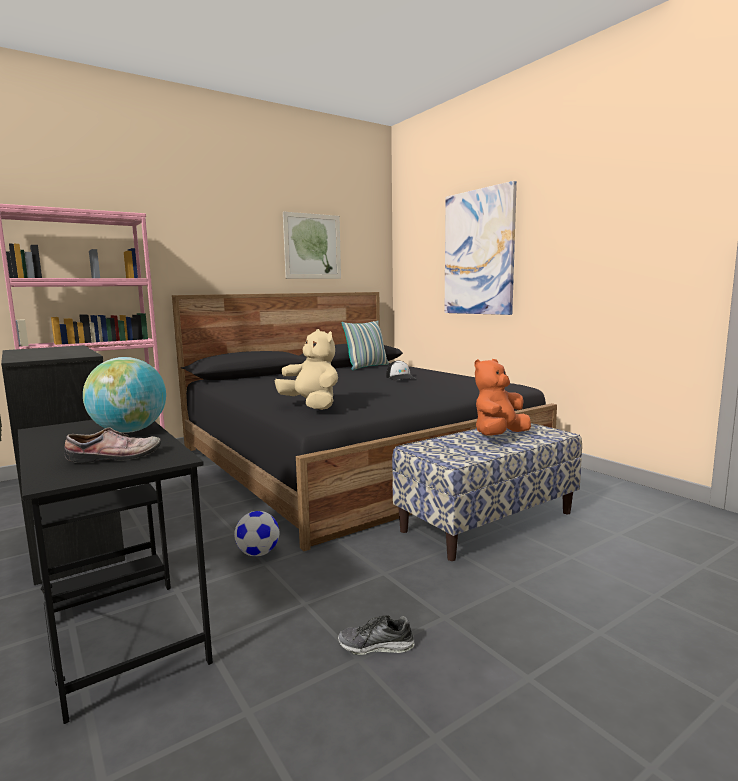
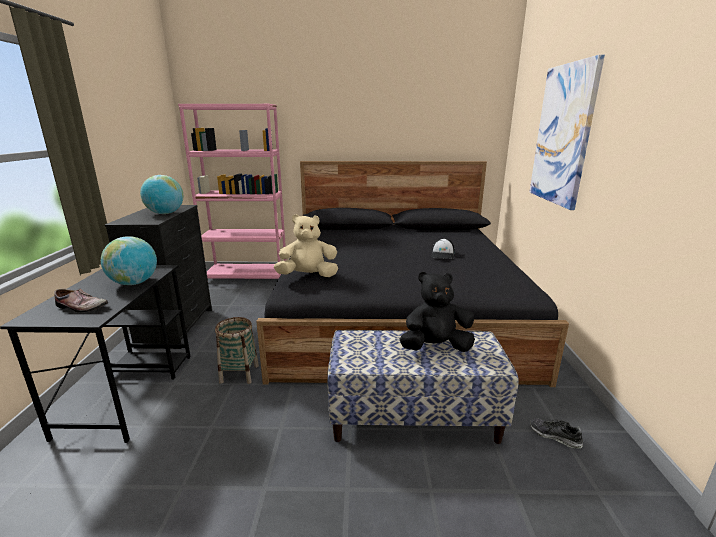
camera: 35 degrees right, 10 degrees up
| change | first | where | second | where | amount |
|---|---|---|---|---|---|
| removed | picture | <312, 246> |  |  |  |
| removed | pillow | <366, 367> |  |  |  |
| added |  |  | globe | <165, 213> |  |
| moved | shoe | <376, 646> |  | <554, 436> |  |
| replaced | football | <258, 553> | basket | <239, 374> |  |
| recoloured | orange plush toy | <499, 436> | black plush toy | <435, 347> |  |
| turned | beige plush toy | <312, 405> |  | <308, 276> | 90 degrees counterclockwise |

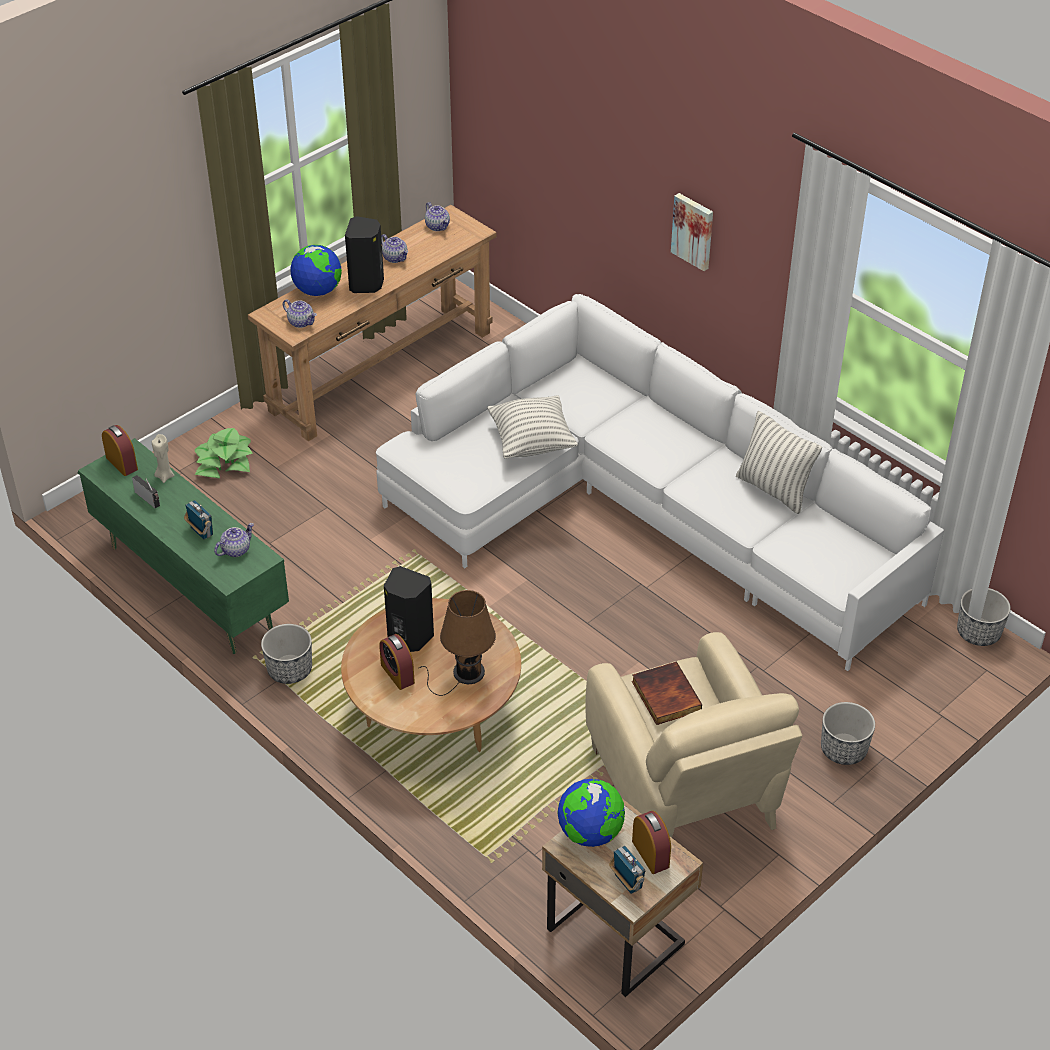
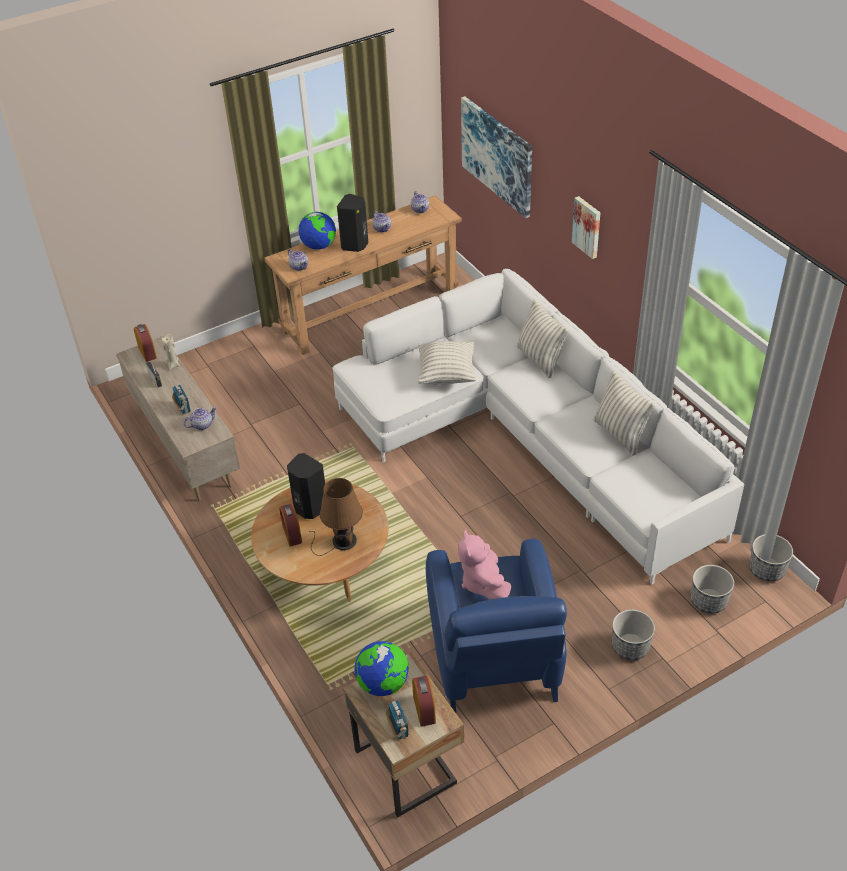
camera: 15 degrees right, 0 degrees up
| change | first | where | second | where | amount |
|---|---|---|---|---|---|
| removed | potted plant | <224, 462> |  |  |  |
| added |  |  | picture | <497, 155> |  |
| added |  |  | pillow | <540, 359> |  |
| moved | planter | <289, 670> |  | <708, 601> |  |
| replaced | book | <664, 696> | pink plush toy | <483, 583> |  |
| recoloured | green tv stand | <192, 587> | beige tv stand | <186, 448> |  |
| recoloured | beige armchair | <685, 793> | blue armchair | <494, 660> |  |

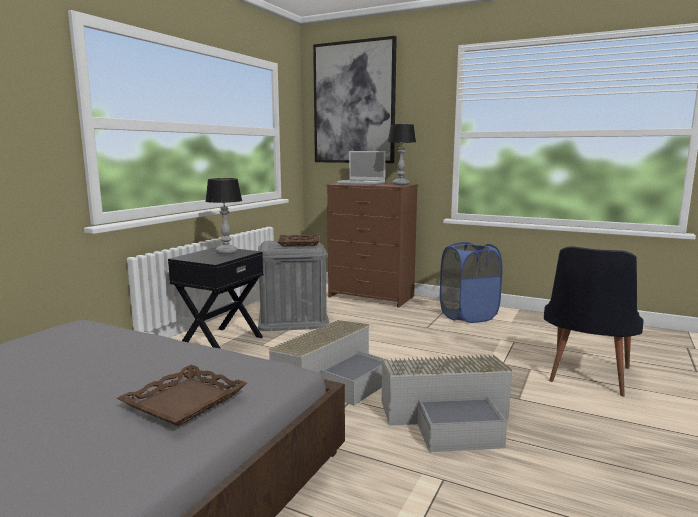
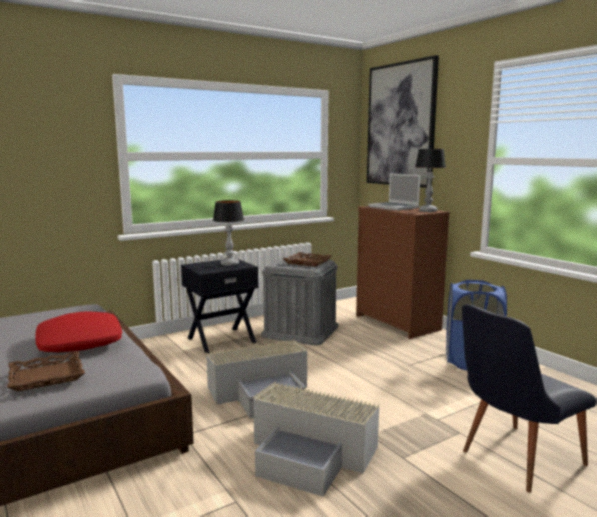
camera: 30 degrees right, 0 degrees up
| change | first | where | second | where | amount |
|---|---|---|---|---|---|
| added |  |  | red pillow | <79, 343> |  |

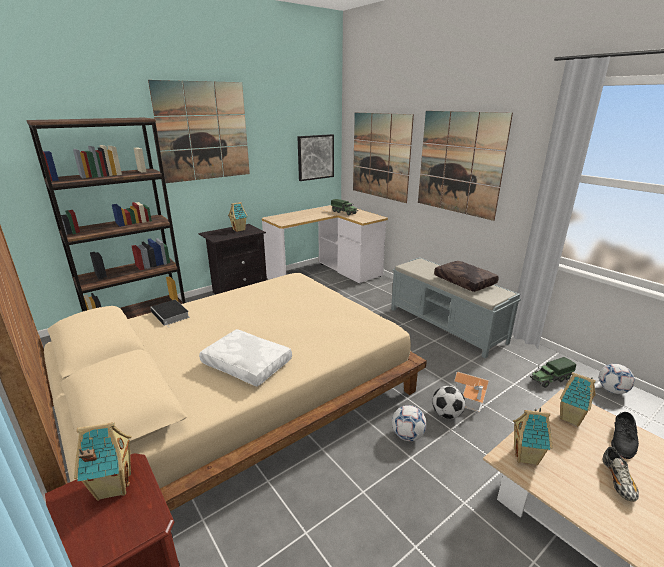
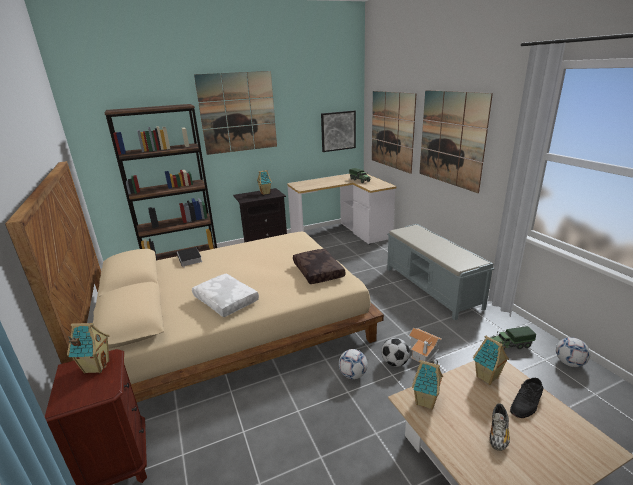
camera: 15 degrees right, 0 degrees up
| change | first | where | second | where | amount |
|---|---|---|---|---|---|
| moved | brown pillow | <463, 282> |  | <317, 272> |  |

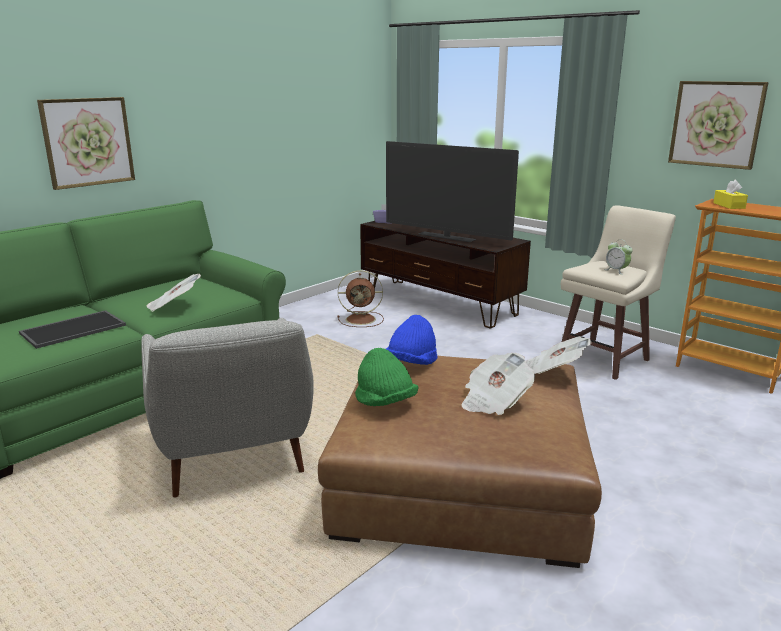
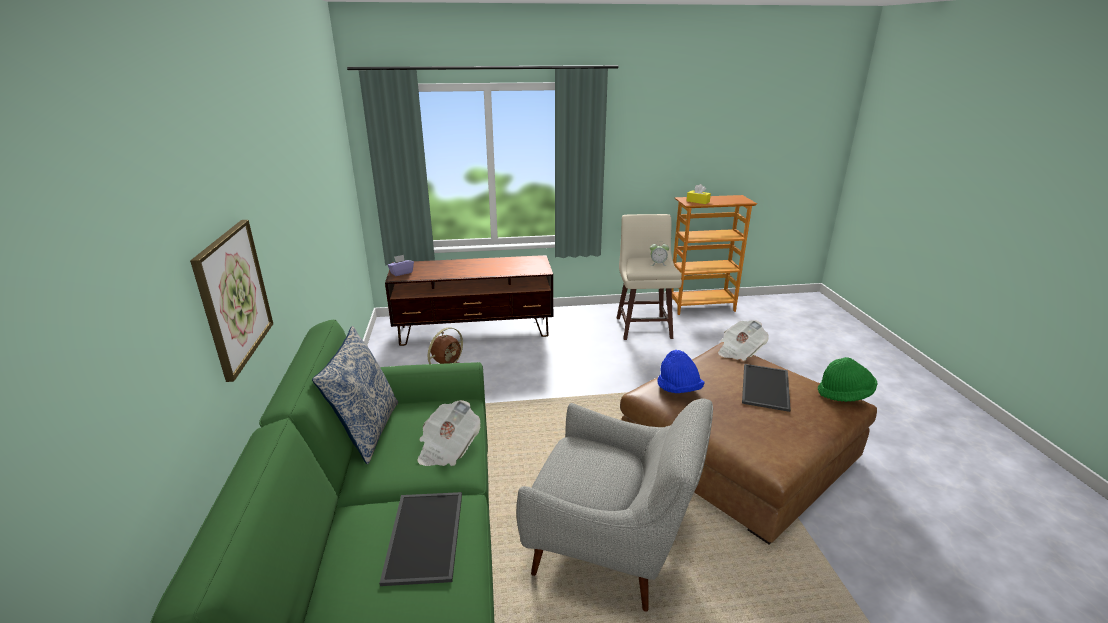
camera: 50 degrees left, 5 degrees up
| change | first | where | second | where | amount |
|---|---|---|---|---|---|
| removed | television | <446, 237> |  |  |  |
| removed | picture | <716, 124> |  |  |  |
| added |  |  | pillow | <366, 431> |  |
| moved | green hat | <385, 403> |  | <844, 394> |  |
| replaced | newspaper | <494, 401> | tray | <766, 388> |  |

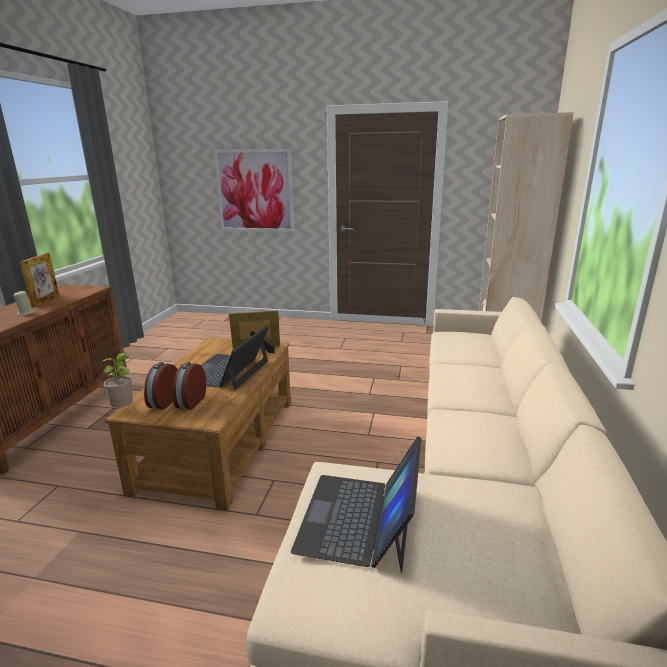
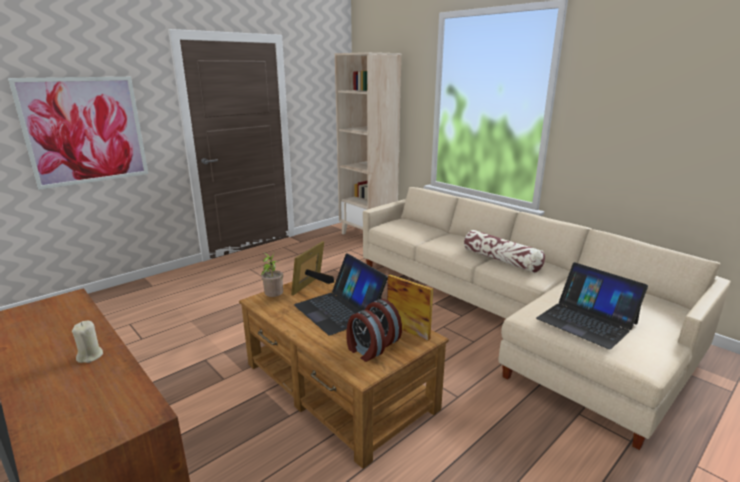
camera: 55 degrees left, 0 degrees up
| change | first | where | second | where | amount |
|---|---|---|---|---|---|
| added |  |  | pillow | <501, 260> |  |
| moved | picture frame | <46, 301> |  | <408, 331> |  |
| moved | potted plant | <124, 409> |  | <274, 299> |  |

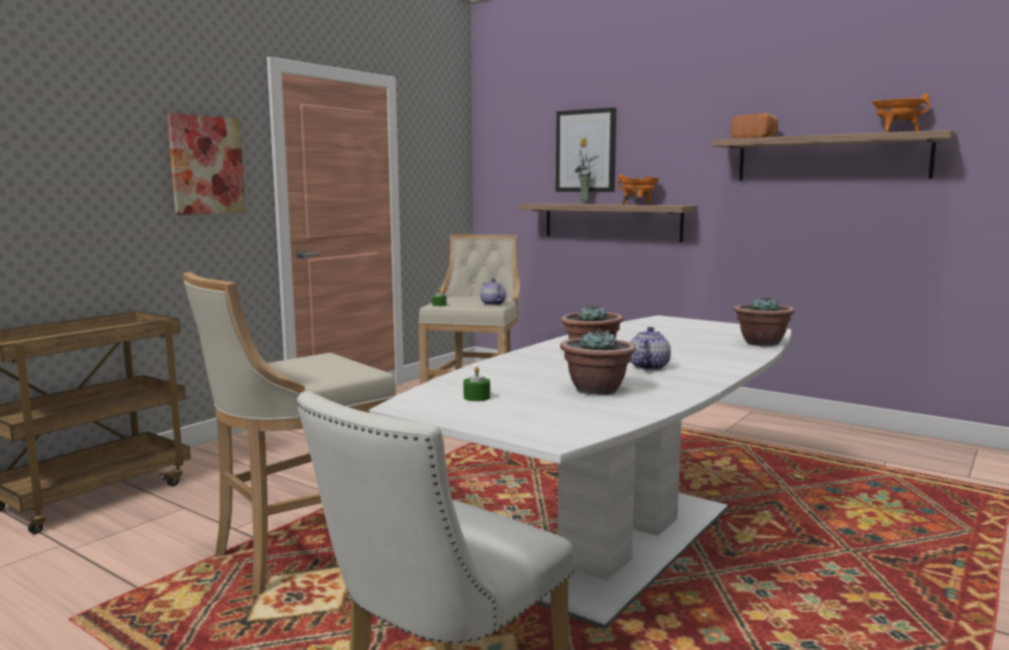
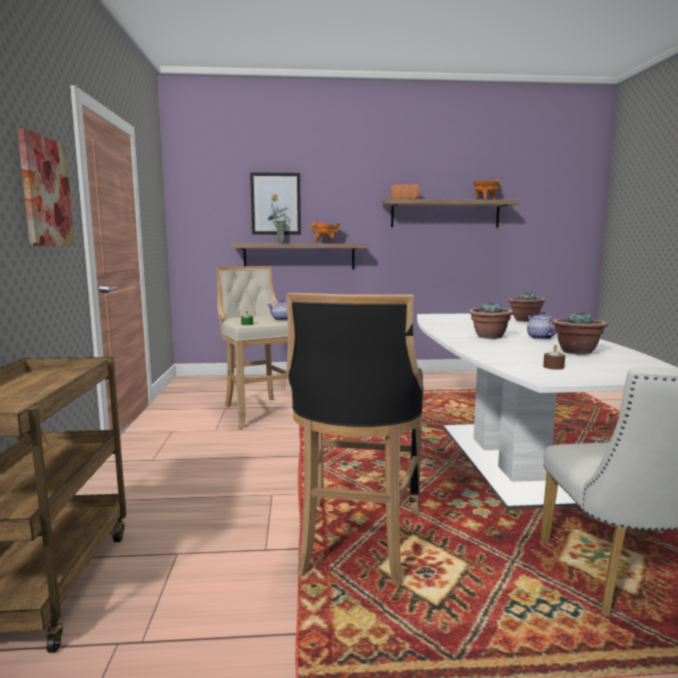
camera: 40 degrees left, 0 degrees up
| change | first | where | second | where | amount |
|---|---|---|---|---|---|
| recoloured | beige stool | <299, 553> | black stool | <357, 543> |  |
| recoloured | green candle | <476, 397> | brown candle | <553, 367> |  |

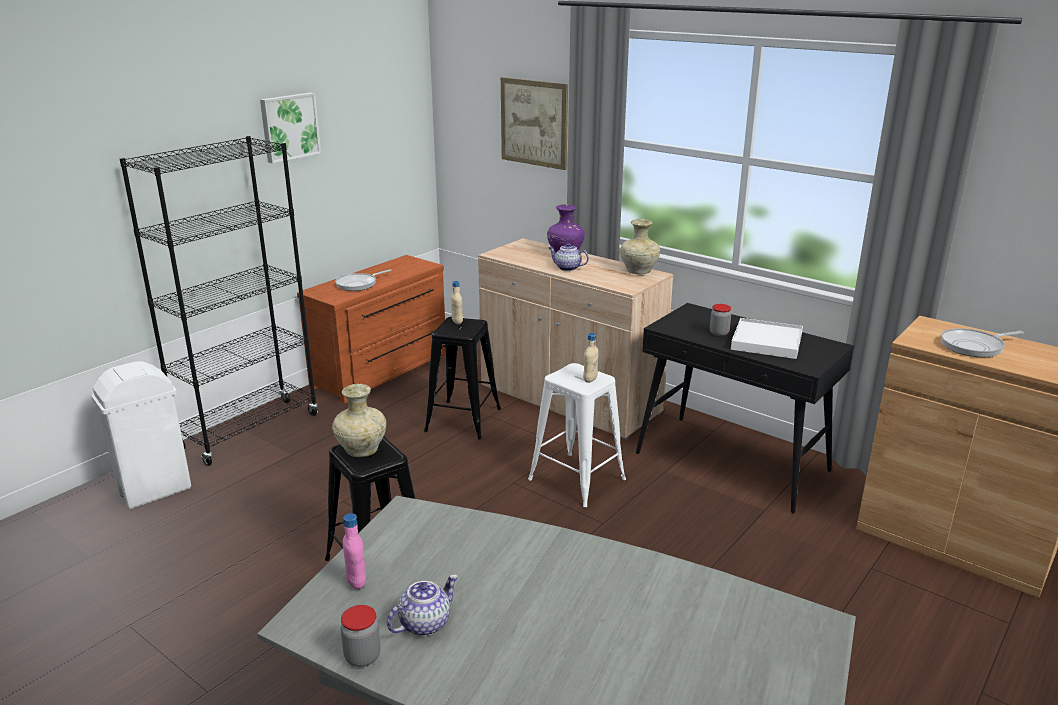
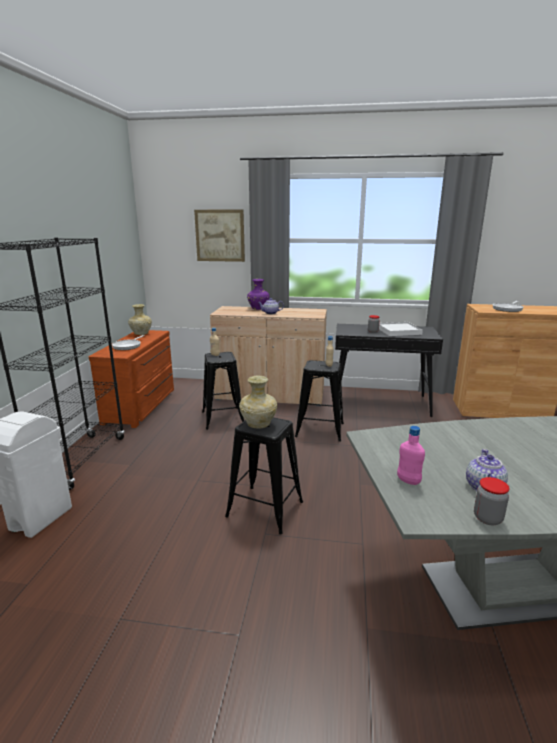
camera: 30 degrees left, 5 degrees down
| change | first | where | second | where | amount |
|---|---|---|---|---|---|
| removed | picture | <289, 127> |  |  |  |
| moved | beige vase | <638, 271> |  | <141, 334> |  |
| recoloured | white stool | <577, 479> | black stool | <320, 430> |  |

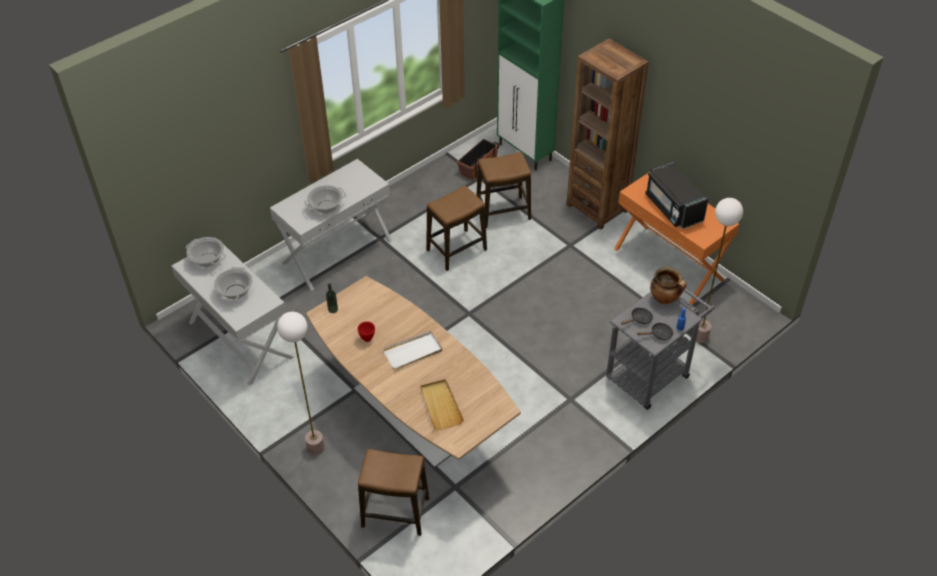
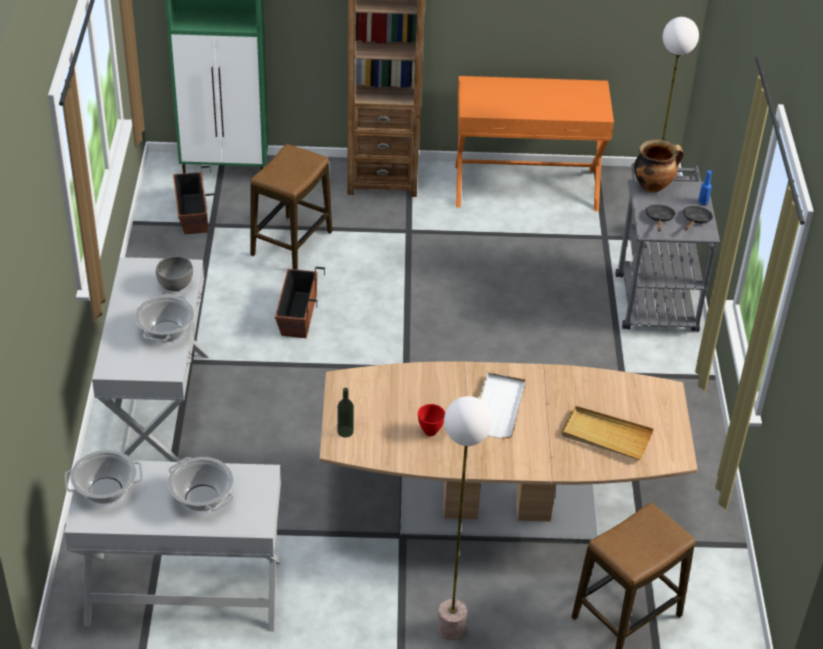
camera: 50 degrees left, 5 degrees down
| change | first | where | second | where | amount |
|---|---|---|---|---|---|
| removed | black microwave | <673, 207> |  |  |  |
| added |  |  | grey bowl | <175, 285> |  |
| replaced | stool | <456, 250> | planter | <298, 315> |  |

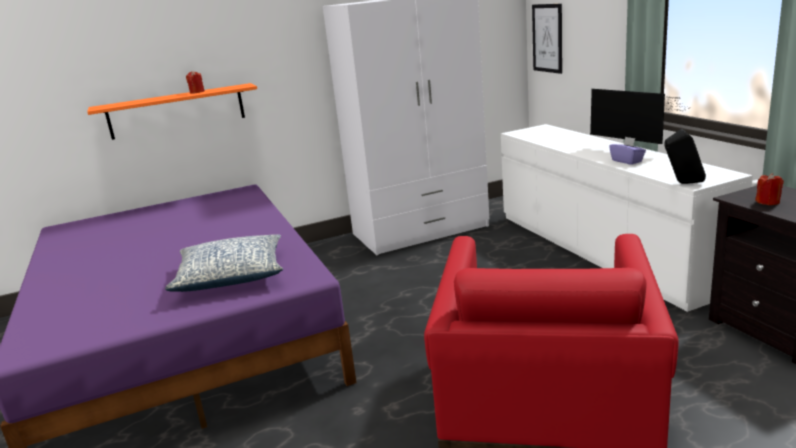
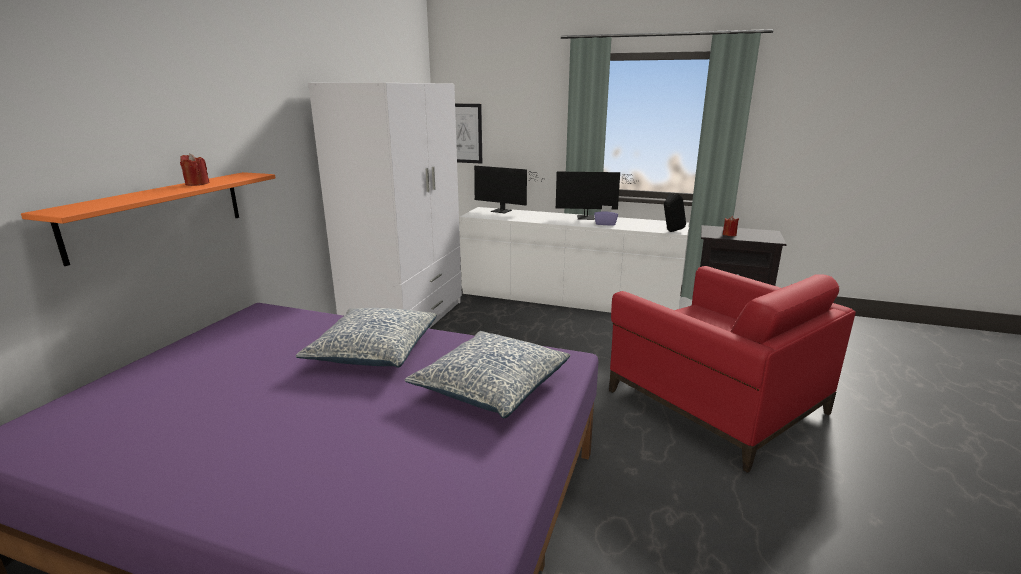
camera: 50 degrees left, 0 degrees up
| change | first | where | second | where | amount |
|---|---|---|---|---|---|
| added |  |  | pillow | <374, 351> |  |
| added |  |  | monitor | <503, 211> |  |

